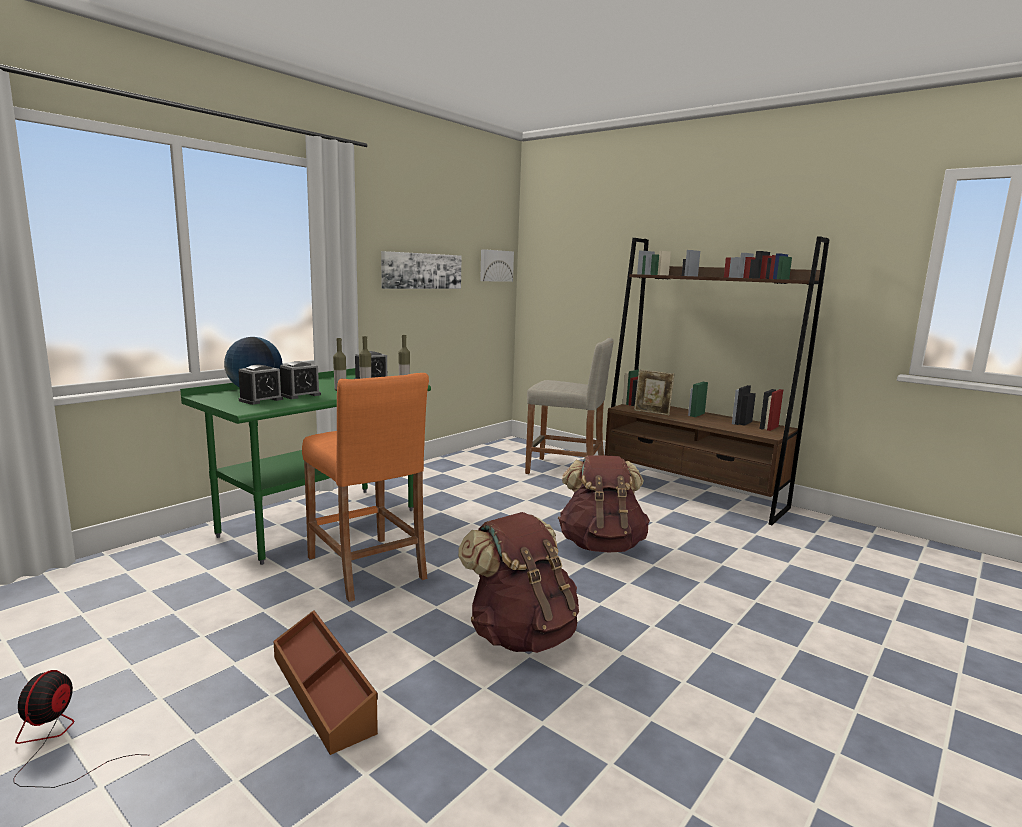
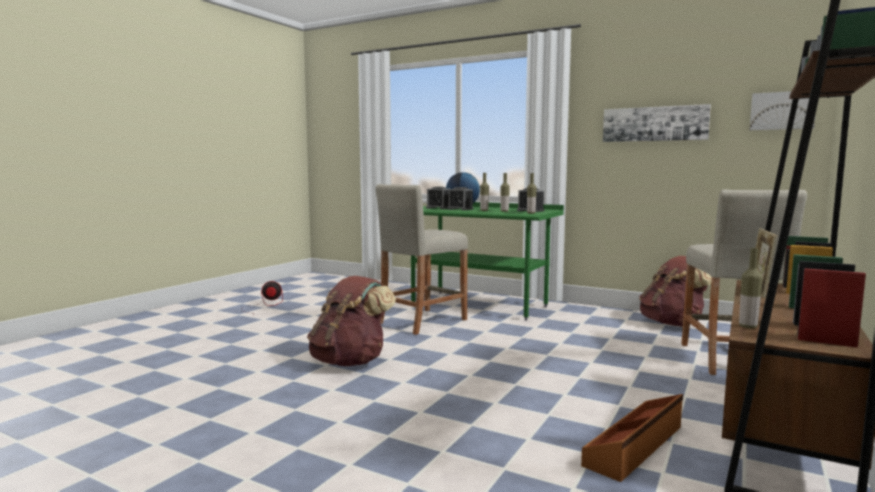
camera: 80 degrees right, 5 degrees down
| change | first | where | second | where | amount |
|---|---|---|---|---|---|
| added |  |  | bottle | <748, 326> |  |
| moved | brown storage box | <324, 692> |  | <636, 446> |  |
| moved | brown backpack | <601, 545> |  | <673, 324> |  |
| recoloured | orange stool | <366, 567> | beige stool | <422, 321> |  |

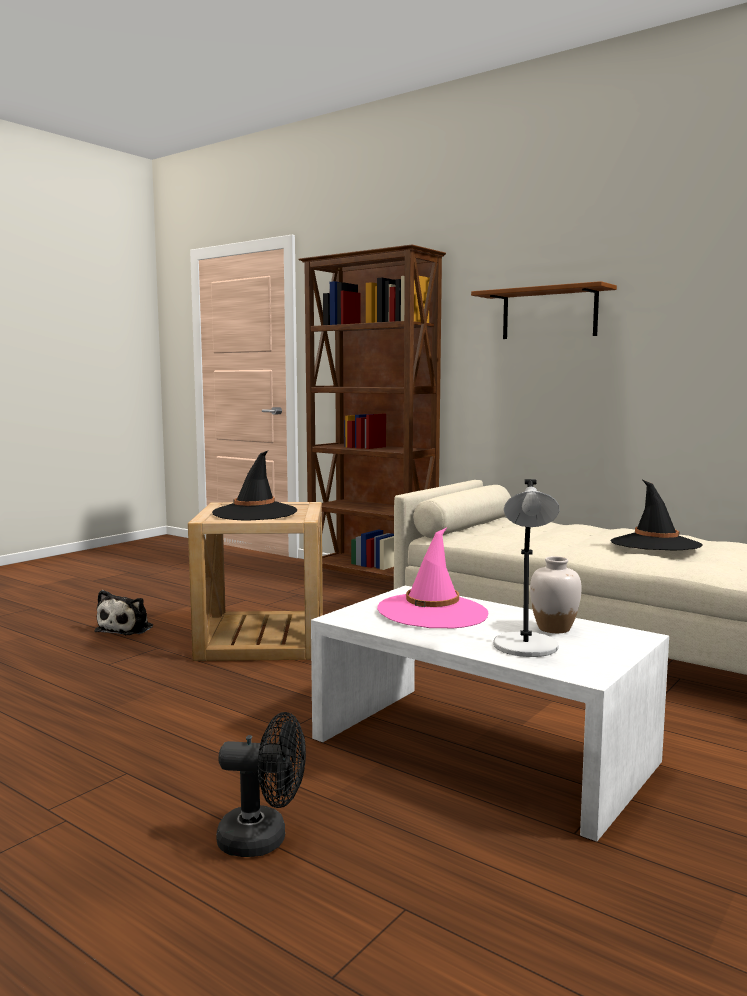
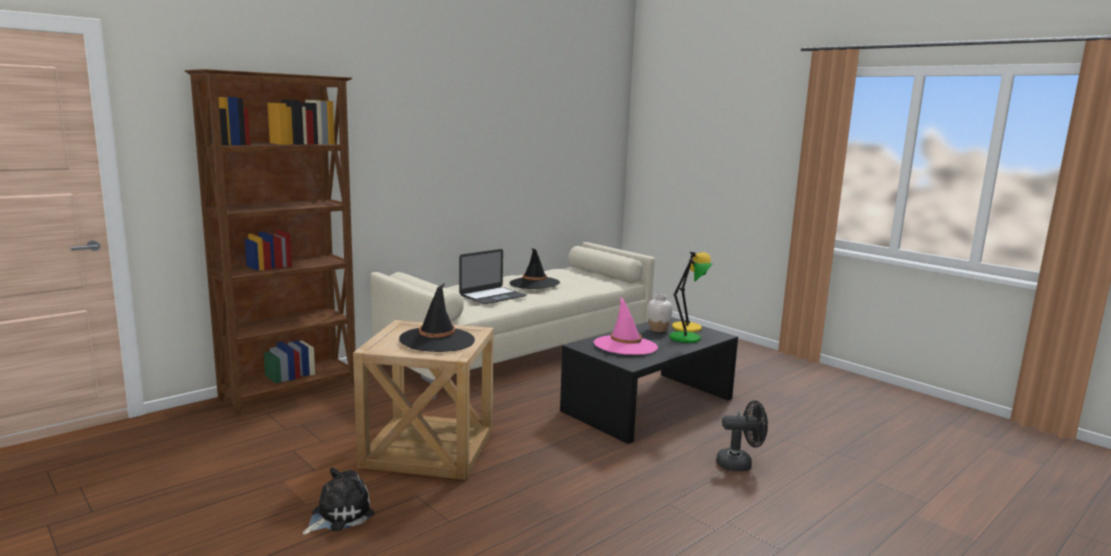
camera: 80 degrees left, 5 degrees up
| change | first | where | second | where | amount |
|---|---|---|---|---|---|
| removed | brown shelf | <549, 314> |  |  |  |
| added |  |  | laptop | <493, 296> |  |
| added |  |  | yellow table lamp | <687, 327> |  |
| recoloured | white coffee table | <482, 749> | black coffee table | <648, 404> |  |
| recoloured | grey table lamp | <526, 647> | green table lamp | <687, 338> |  |
| turned | plush toy | <127, 628> |  | <338, 515> | 75 degrees counterclockwise |
| turned | black fan | <264, 839> |  | <740, 464> | 75 degrees clockwise |

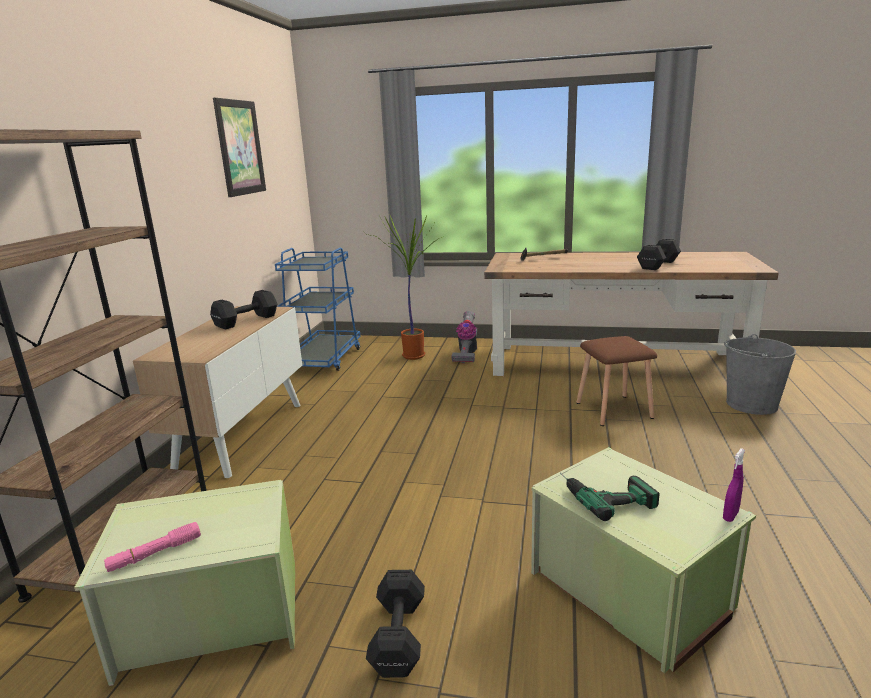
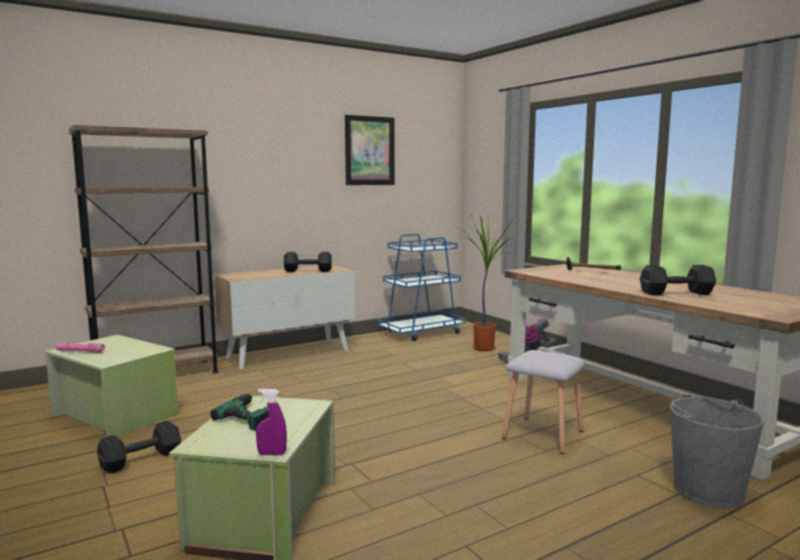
camera: 45 degrees right, 10 degrees down
| change | first | where | second | where | amount |
|---|---|---|---|---|---|
| recoloured | brown stool | <613, 410> | grey stool | <541, 434> |  |

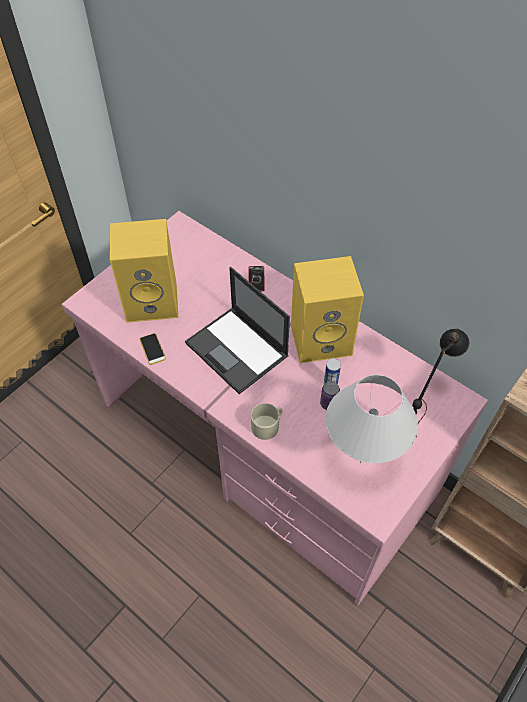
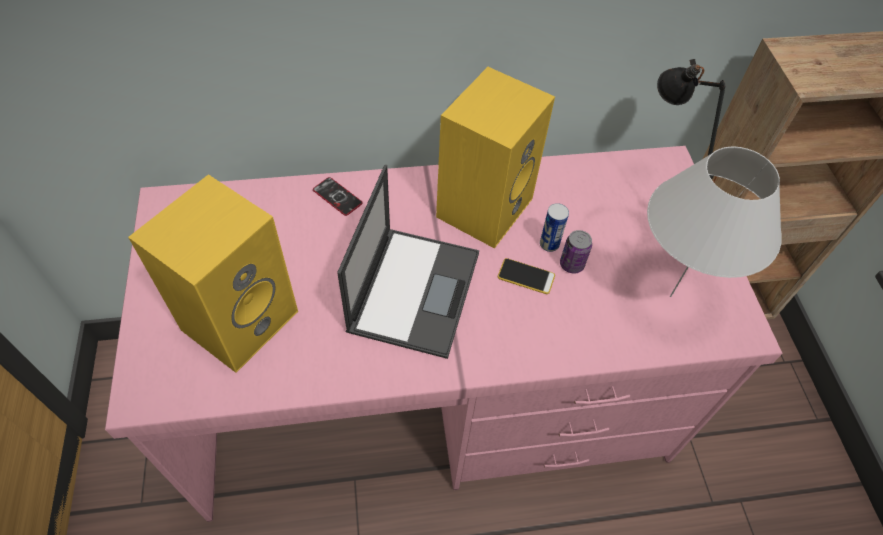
camera: 50 degrees left, 0 degrees up
| change | first | where | second | where | amount |
|---|---|---|---|---|---|
| removed | beige mug | <268, 425> |  |  |  |
| moved | phone | <152, 349> |  | <526, 276> |  |
| turned | laptop | <238, 350> |  | <414, 289> | 75 degrees counterclockwise |

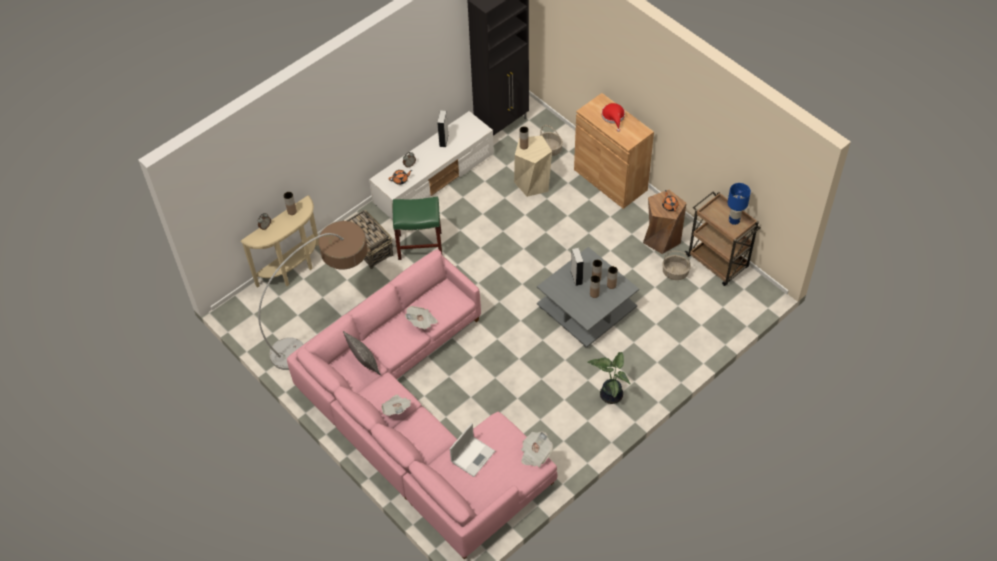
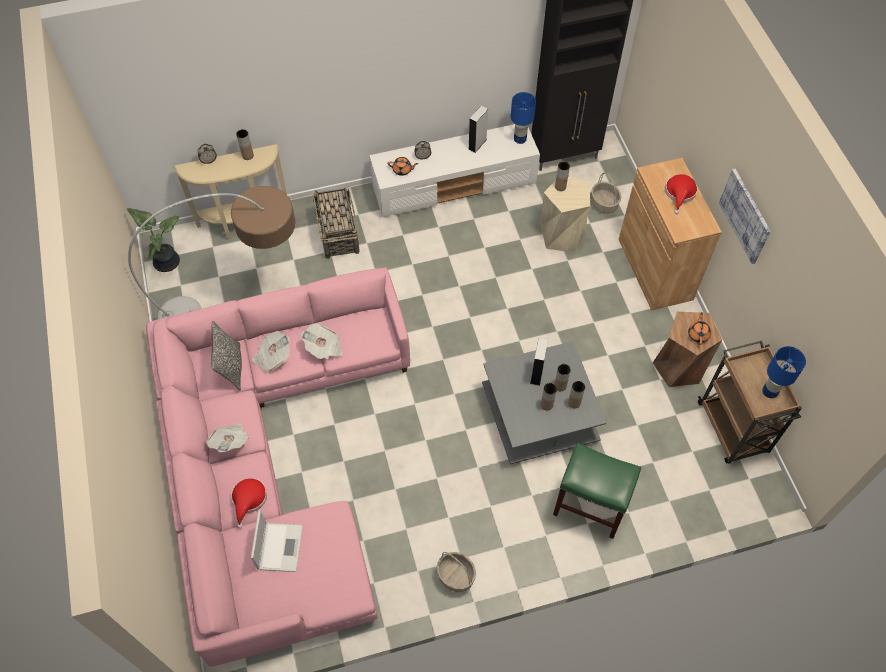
camera: 25 degrees right, 5 degrees up
| change | first | where | second | where | amount |
|---|---|---|---|---|---|
| added |  |  | red hat | <249, 500> |  |
| added |  |  | blue table lamp | <519, 139> |  |
| added |  |  | picture | <745, 216> |  |
| moved | green stool | <420, 245> |  | <591, 506> |  |
| moved | newspaper | <535, 454> |  | <272, 357> |  |
| moved | potted plant | <610, 394> |  | <167, 261> |  |
| moved | basket | <675, 273> |  | <455, 576> |  |
| turned | laptop | <473, 456> |  | <280, 546> | 60 degrees counterclockwise |

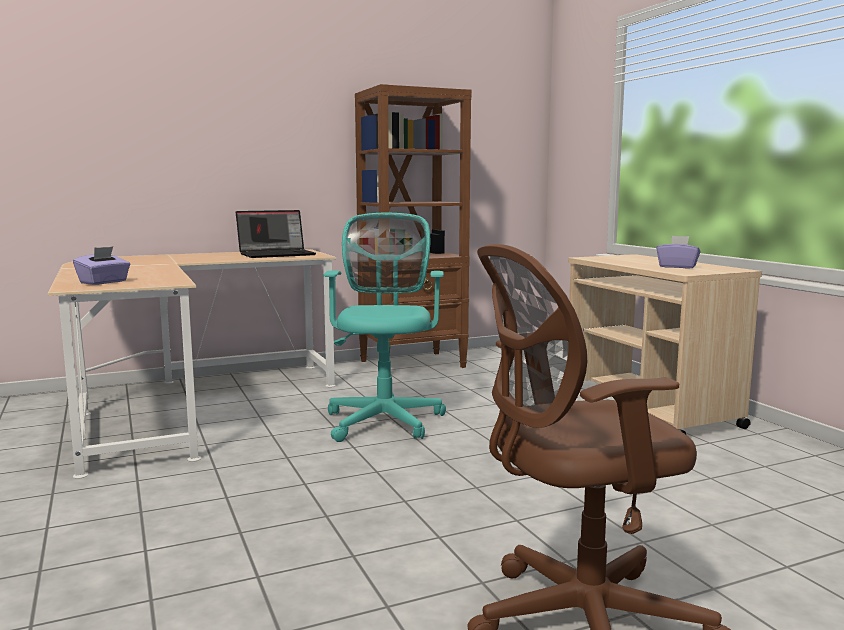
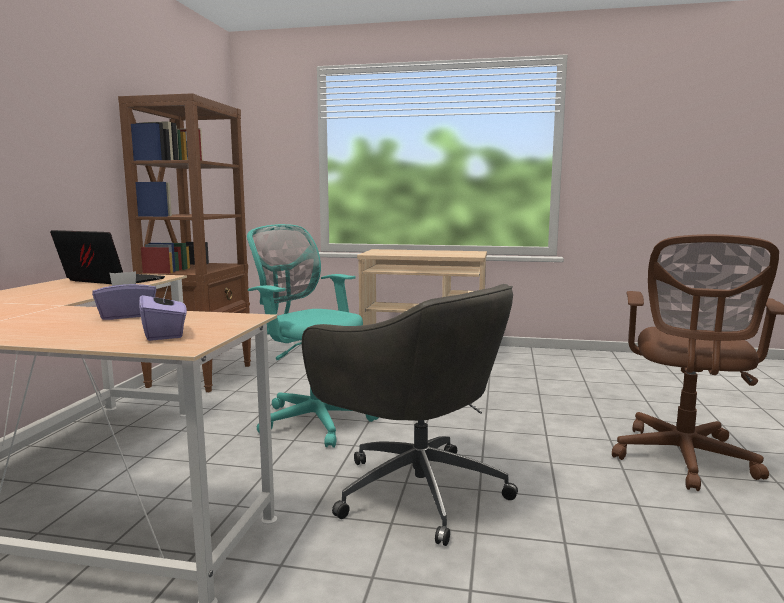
camera: 55 degrees left, 0 degrees up
| change | first | where | second | where | amount |
|---|---|---|---|---|---|
| added |  |  | grey office chair | <415, 489> |  |
| moved | purple tissue box | <677, 267> |  | <126, 315> |  |
| turned | laptop | <277, 254> |  | <110, 281> | 75 degrees counterclockwise |

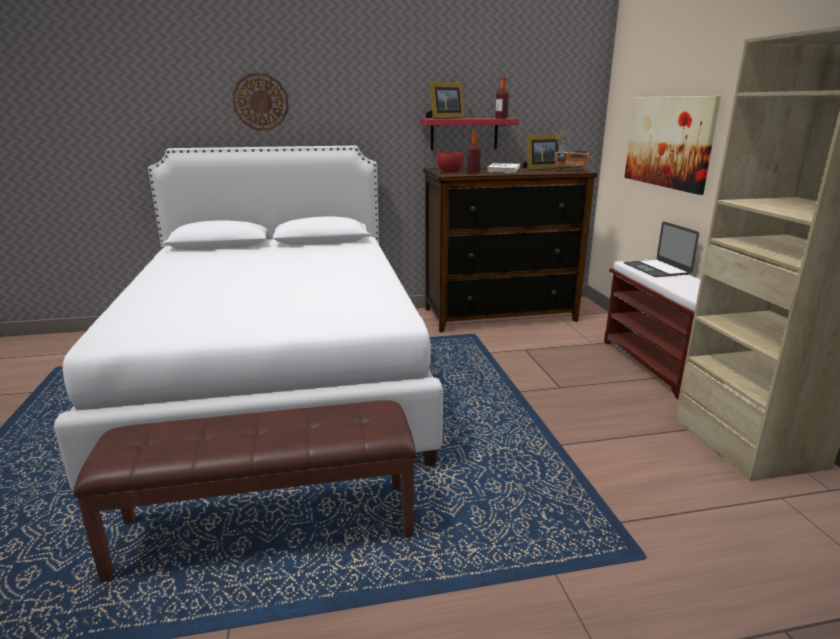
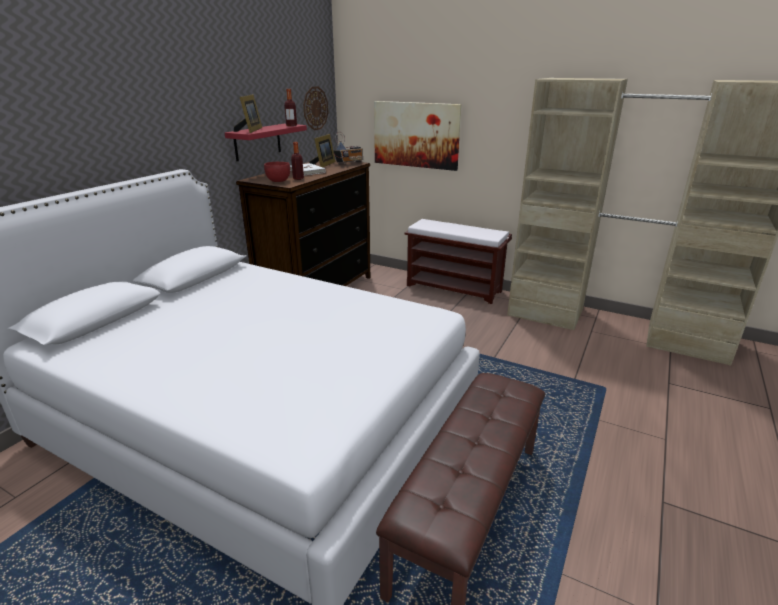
camera: 50 degrees left, 5 degrees up
| change | first | where | second | where | amount |
|---|---|---|---|---|---|
| removed | laptop | <656, 268> |  |  |  |
| moved | wall clock | <260, 102> |  | <315, 108> |  |

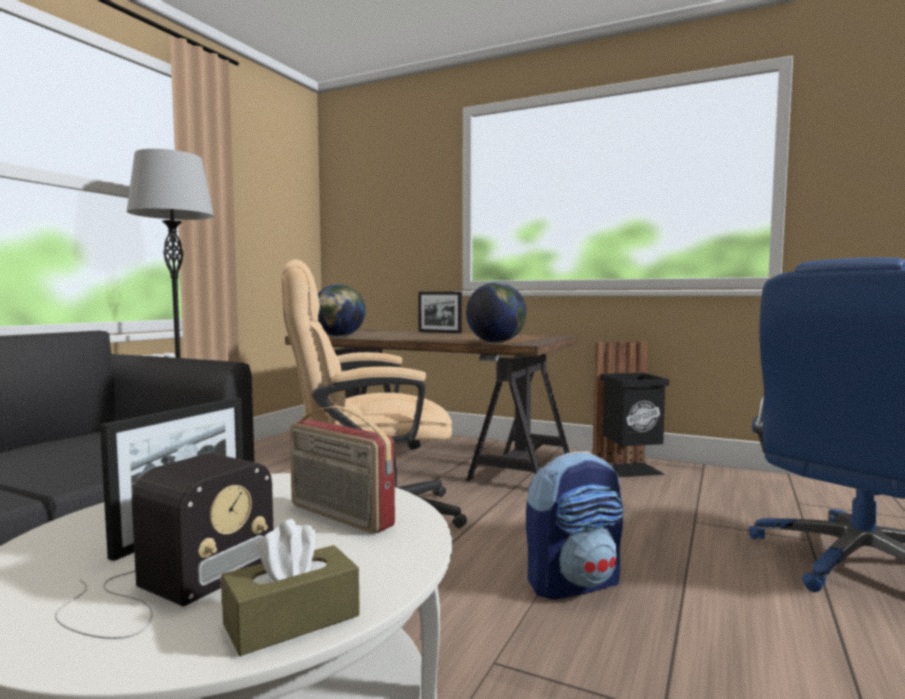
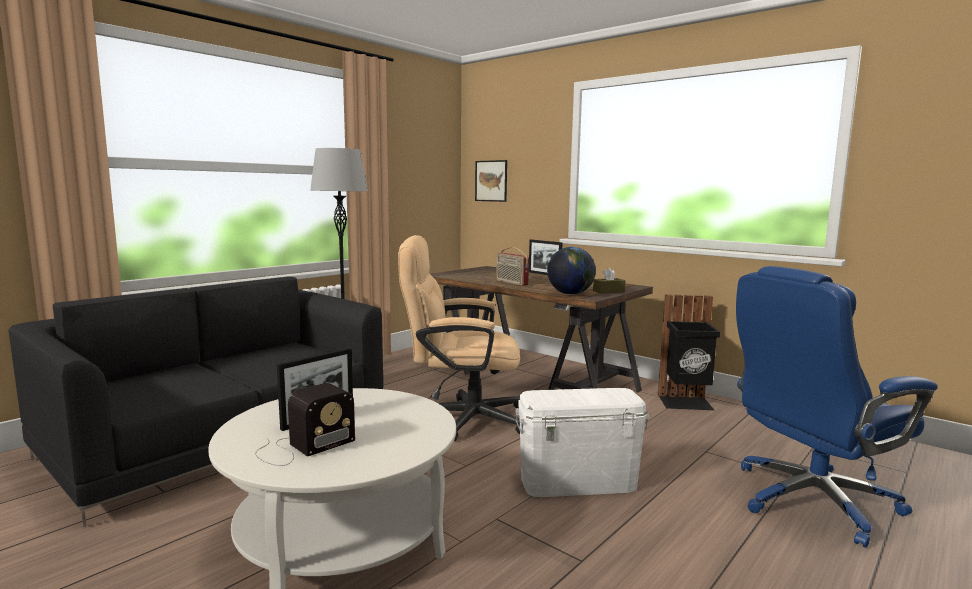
camera: 15 degrees right, 5 degrees up
| change | first | where | second | where | amount |
|---|---|---|---|---|---|
| removed | globe | <339, 336> |  |  |  |
| added |  |  | picture | <491, 181> |  |
| moved | brown tissue box | <292, 620> |  | <608, 291> |  |
| moved | radio | <339, 516> |  | <511, 283> |  |
| replaced | backpack | <574, 583> | white storage box | <578, 482> |  |

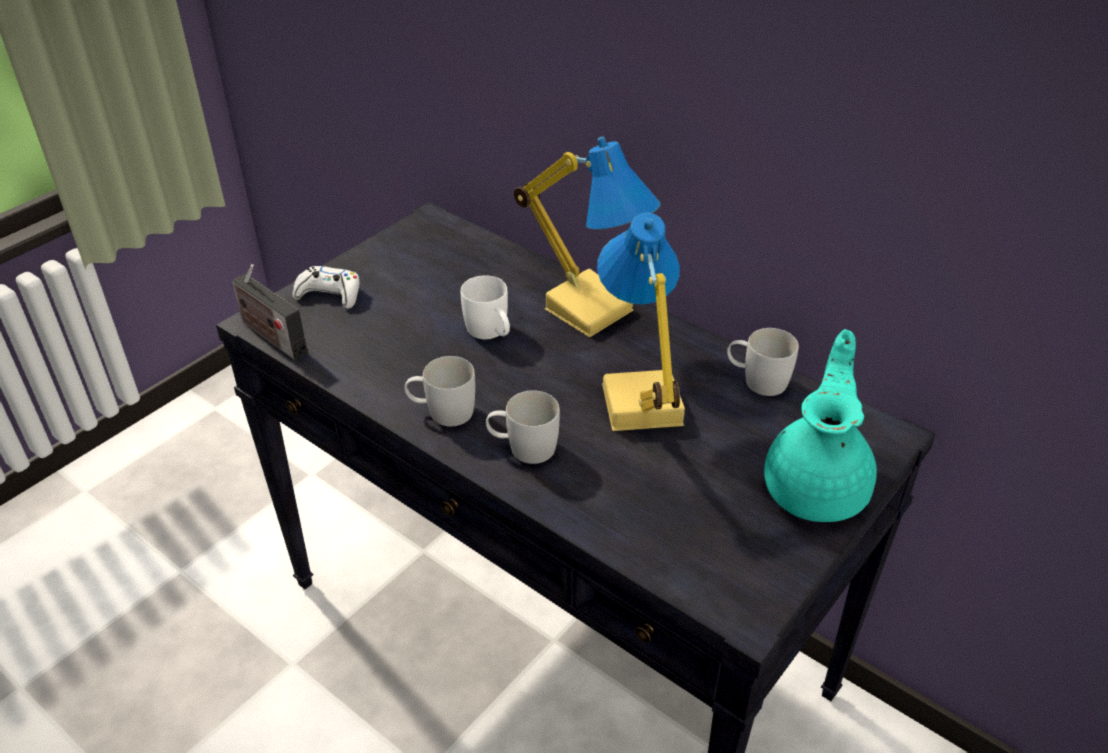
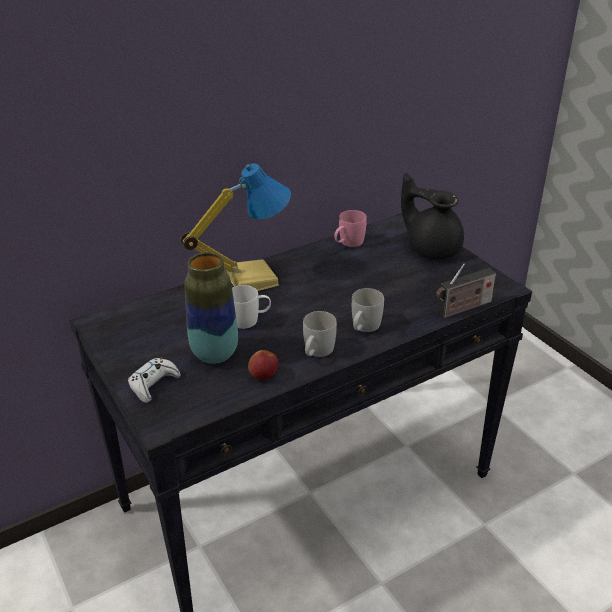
camera: 70 degrees left, 5 degrees down
| change | first | where | second | where | amount |
|---|---|---|---|---|---|
| removed | table lamp | <638, 405> |  |  |  |
| added |  |  | vase | <215, 354> |  |
| added |  |  | apple | <263, 375> |  |
| moved | radio | <270, 336> |  | <462, 308> |  |
| recoloured | white mug | <756, 380> | pink mug | <348, 243> |  |
| recoloured | turquoise teapot | <817, 486> | black teapot | <432, 248> |  |

